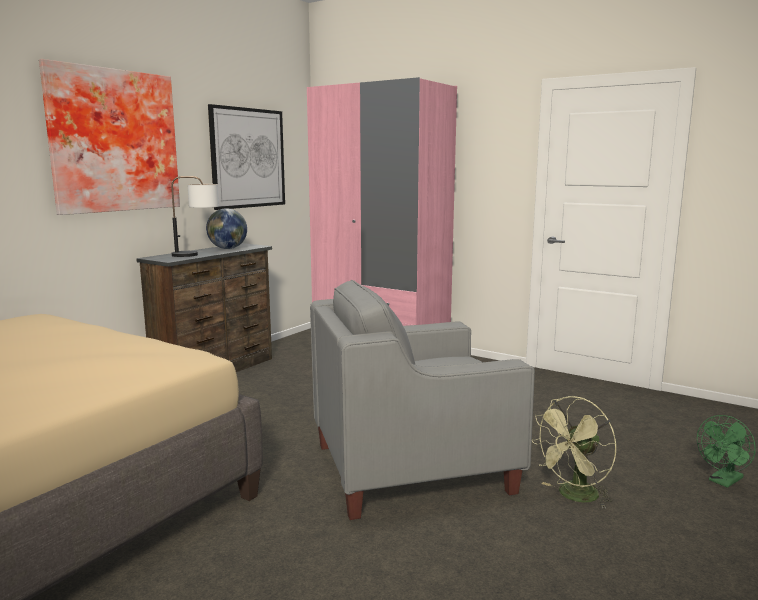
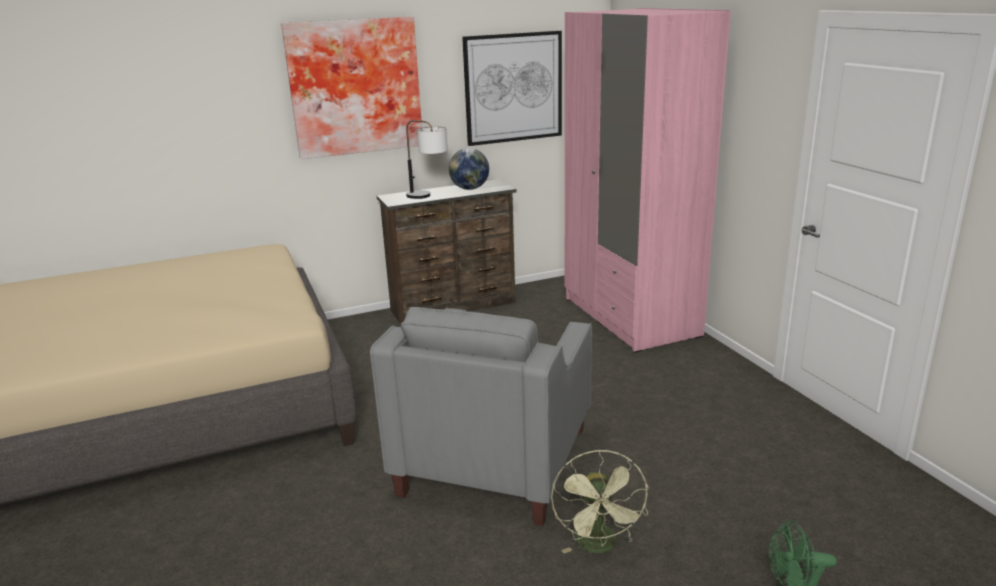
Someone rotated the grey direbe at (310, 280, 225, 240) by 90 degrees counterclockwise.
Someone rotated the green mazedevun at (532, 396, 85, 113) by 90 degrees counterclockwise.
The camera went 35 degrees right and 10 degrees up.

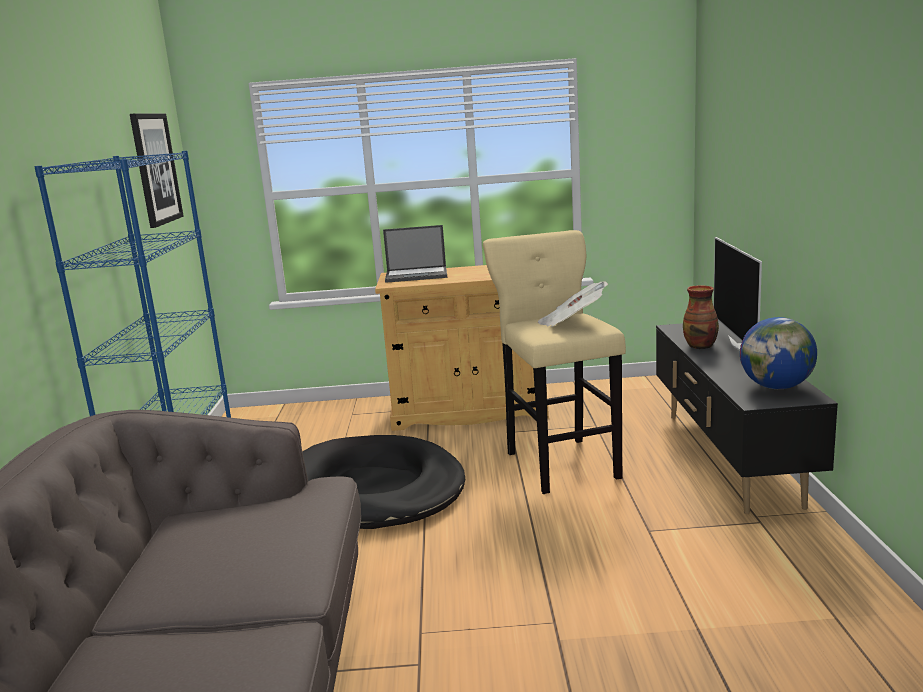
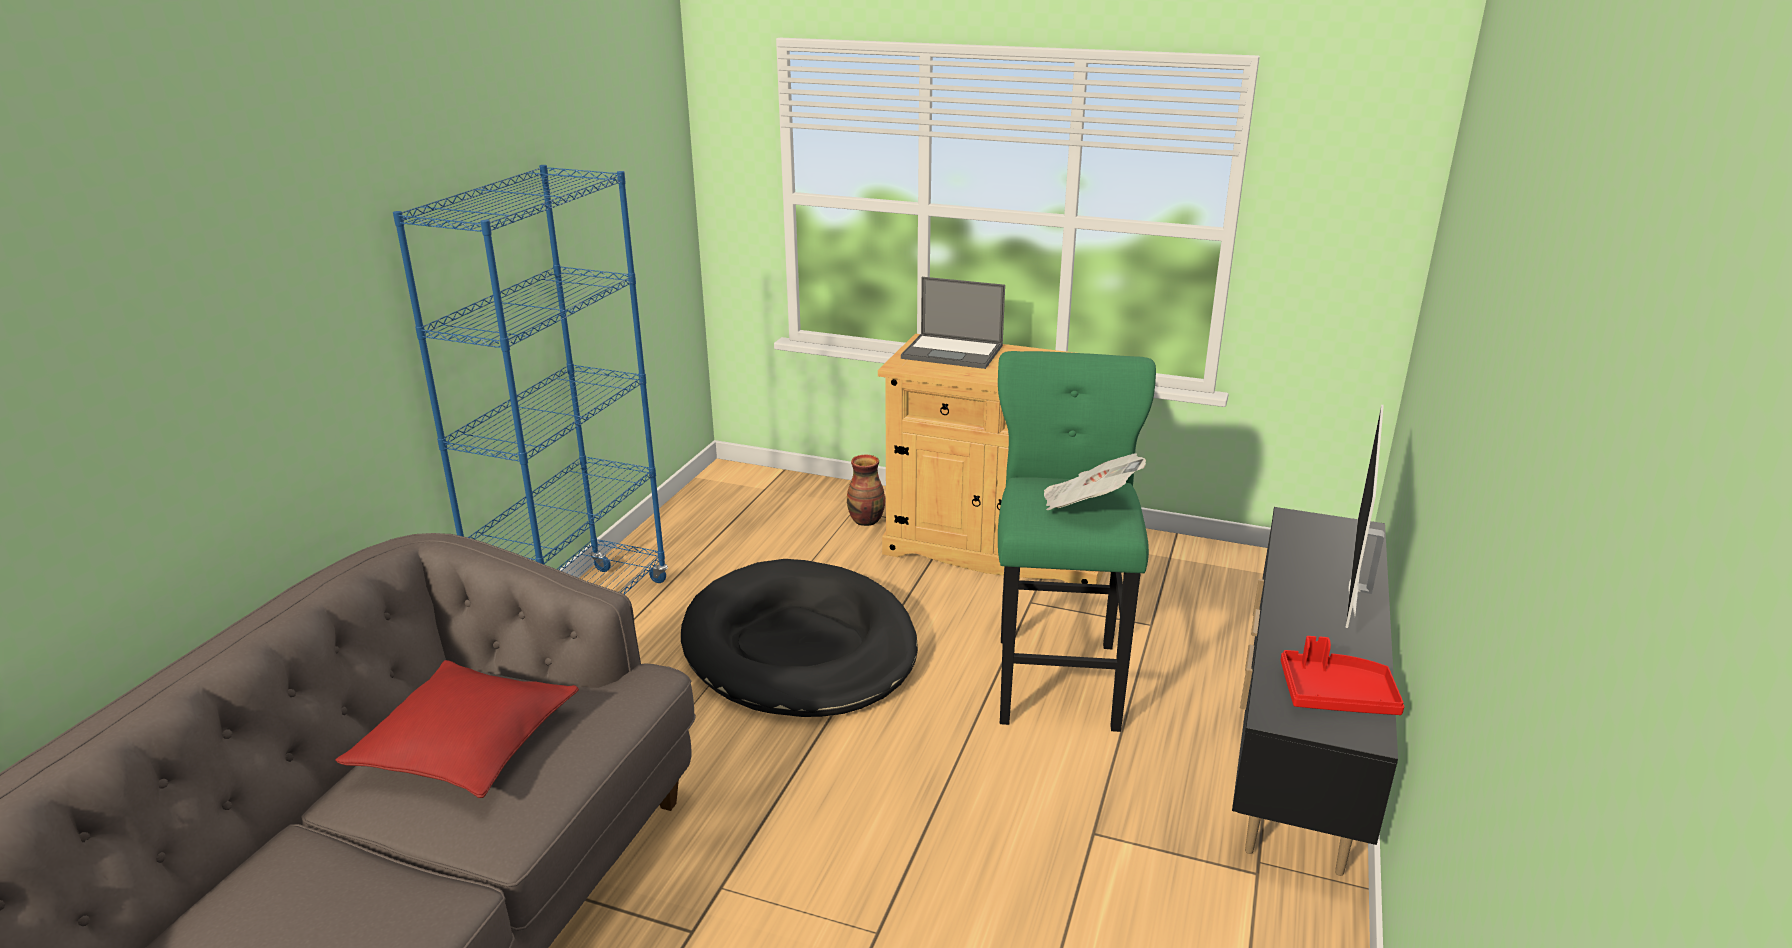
Someone put down the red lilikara at (335, 660, 244, 138).
Someone carried the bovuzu from (683, 285, 36, 64) to (847, 454, 38, 72).
Someone repainted the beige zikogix at (483, 230, 143, 264), which became the green zikogix at (998, 351, 158, 381).
Someone swapped the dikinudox at (740, 317, 77, 72) for the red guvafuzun at (1281, 636, 124, 79).
Someone took away the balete at (130, 113, 54, 115).
The camera went 20 degrees right and 10 degrees up.

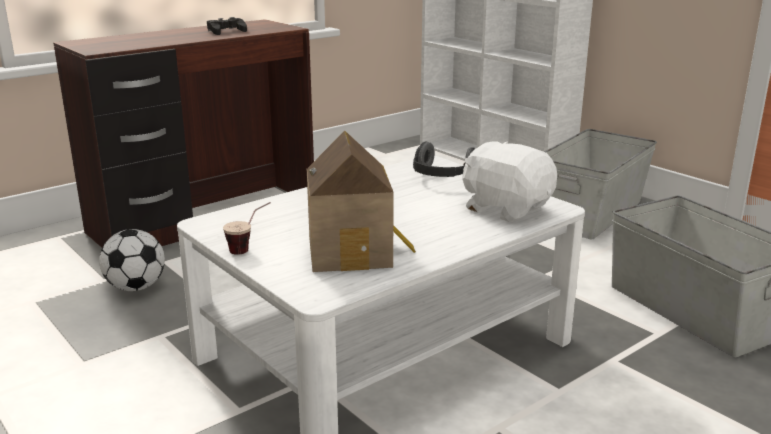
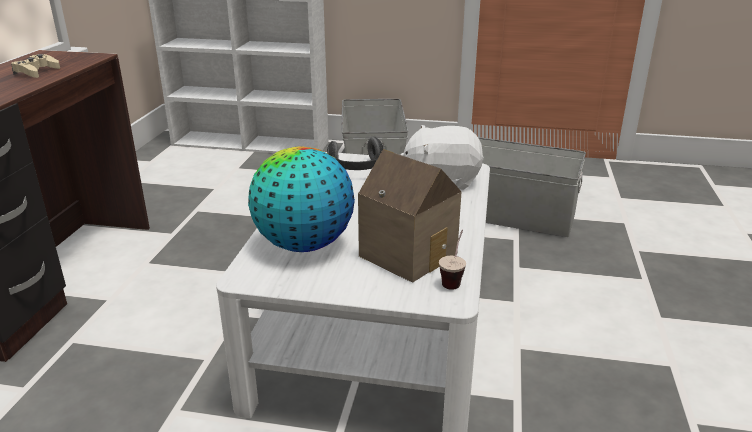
Someone repainted the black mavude at (207, 17, 40, 18), which became the beige mavude at (11, 54, 49, 24).
Someone put down the dikinudox at (248, 146, 107, 106).
Someone carried the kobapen from (223, 202, 48, 53) to (439, 230, 27, 60).
Someone took away the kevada at (99, 229, 66, 62).
The camera went 40 degrees left and 5 degrees up.

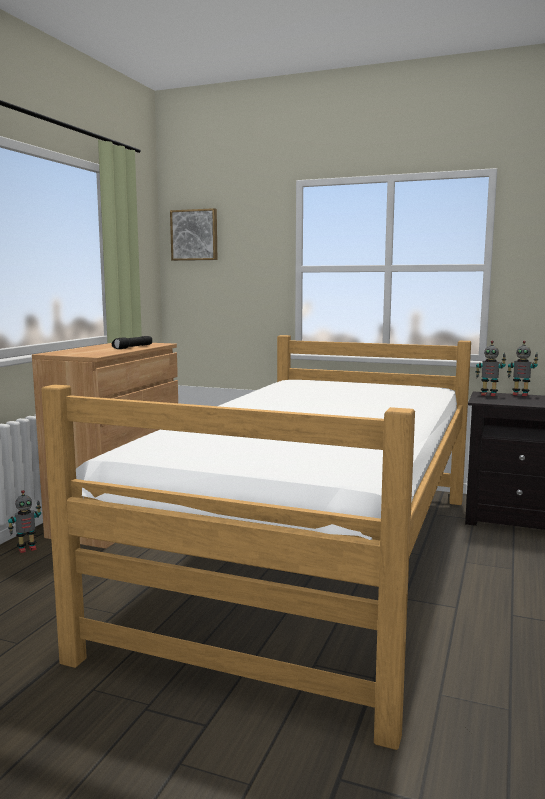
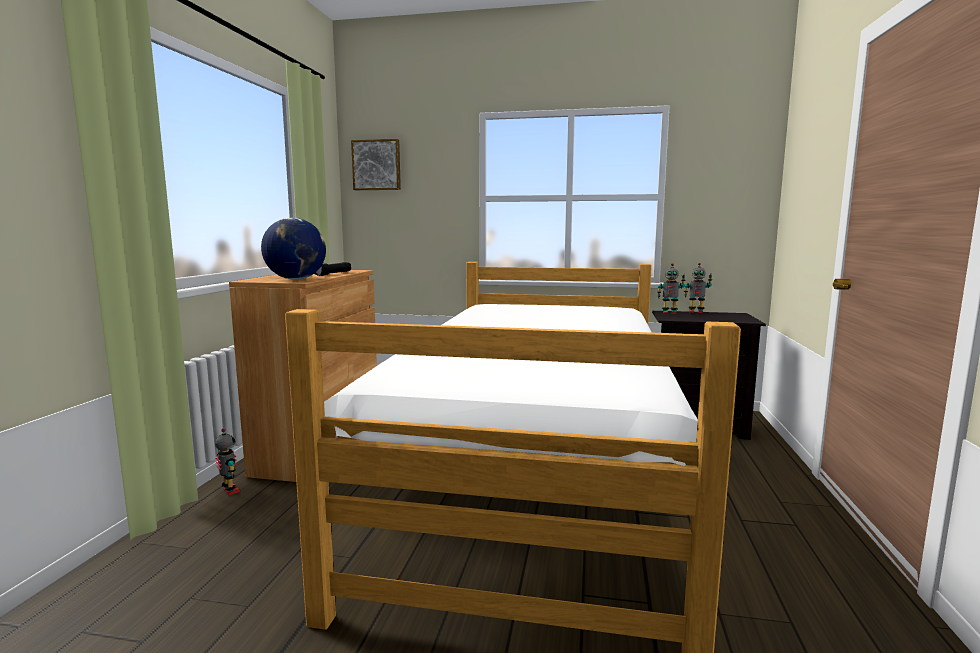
Someone rotated the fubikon at (8, 490, 33, 63) by 90 degrees counterclockwise.
Someone put down the dikinudox at (261, 218, 65, 62).
The camera went 10 degrees left and 0 degrees up.

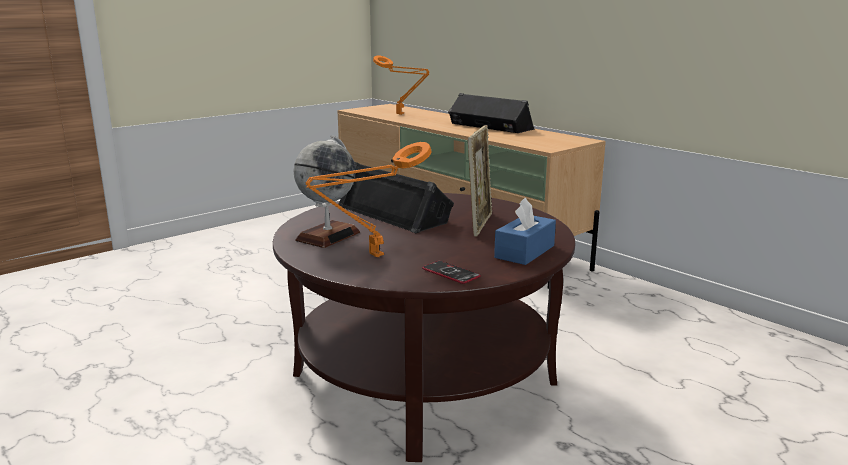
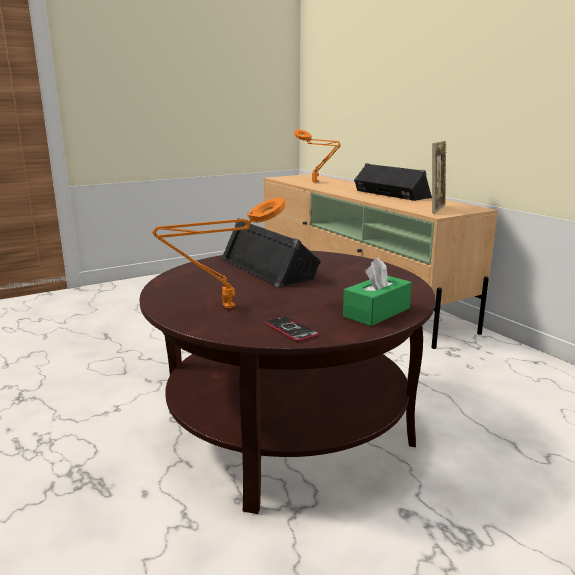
Someone repainted the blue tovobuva at (494, 197, 62, 68), which became the green tovobuva at (343, 257, 69, 69).
Someone carried the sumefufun from (468, 125, 25, 112) to (432, 141, 14, 73).
Someone took away the dikinudox at (294, 135, 66, 113).
The camera went 10 degrees right and 0 degrees up.

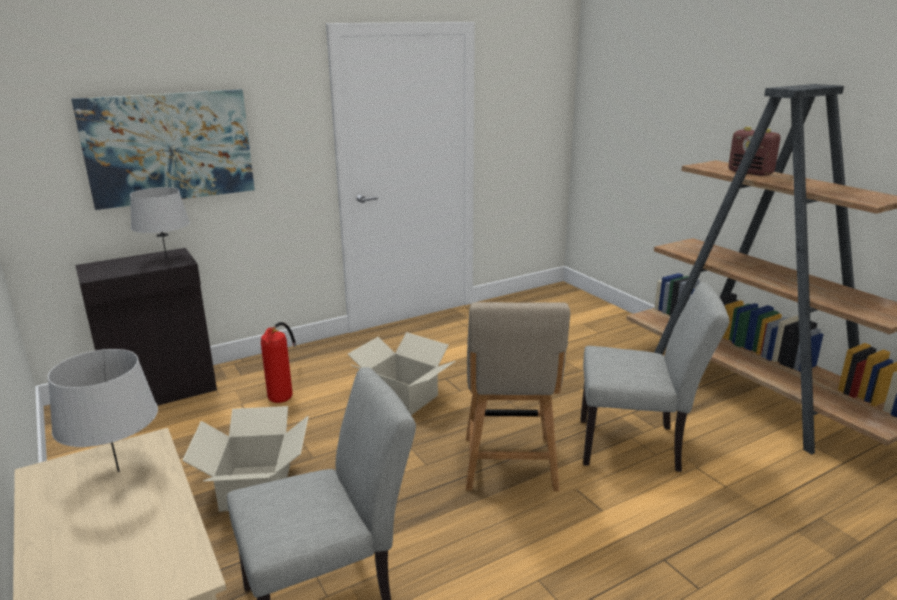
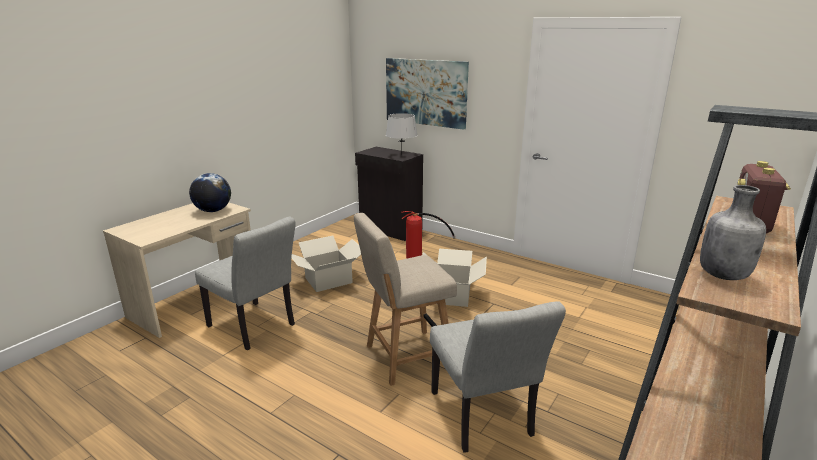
Someone swapped the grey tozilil at (48, 349, 110, 123) for the dikinudox at (189, 173, 42, 39).
Someone put down the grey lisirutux at (700, 185, 66, 95).
The camera went 65 degrees right and 0 degrees up.

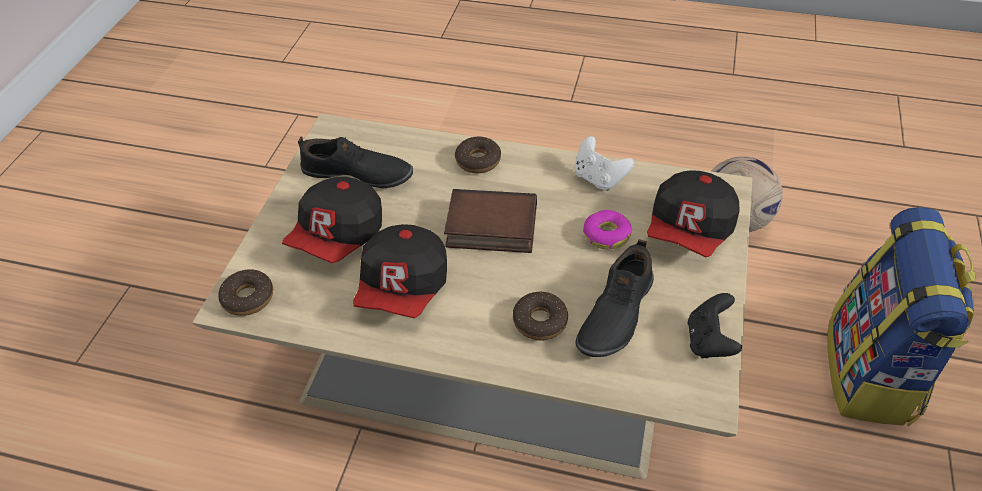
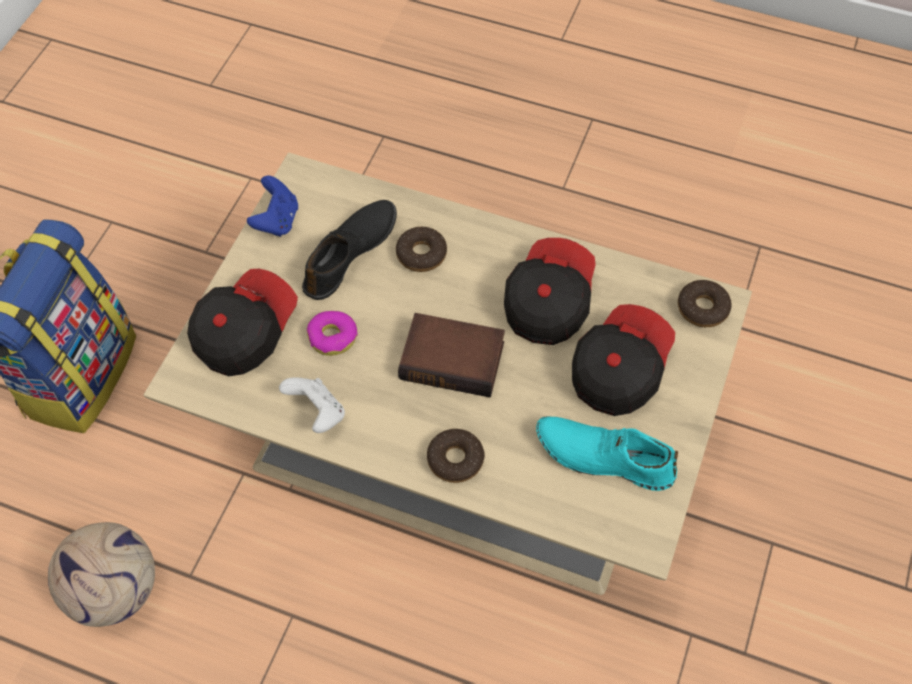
Someone repainted the black mavude at (688, 293, 54, 65), which became the blue mavude at (247, 176, 51, 61).
Someone repainted the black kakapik at (298, 137, 115, 51), which became the turquoise kakapik at (536, 416, 142, 75).
The camera went 175 degrees left and 10 degrees up.

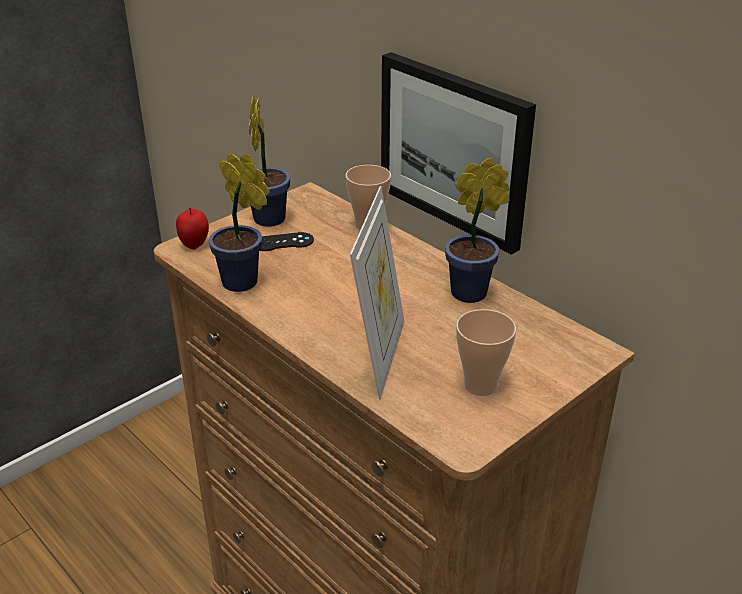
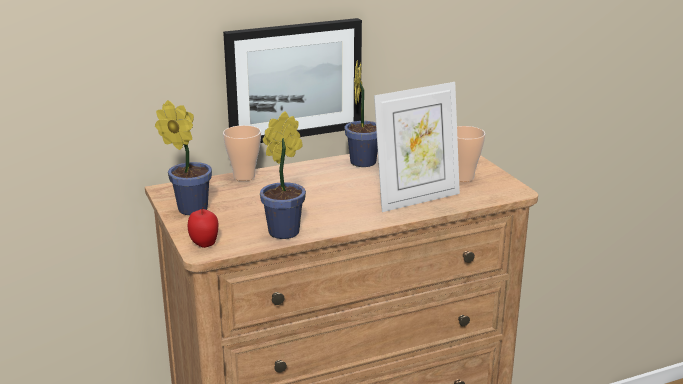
Someone rotated the sumefufun at (350, 186, 55, 213) by 120 degrees clockwise.
Someone took away the black mavude at (260, 232, 54, 19).
The camera went 70 degrees left and 10 degrees down.

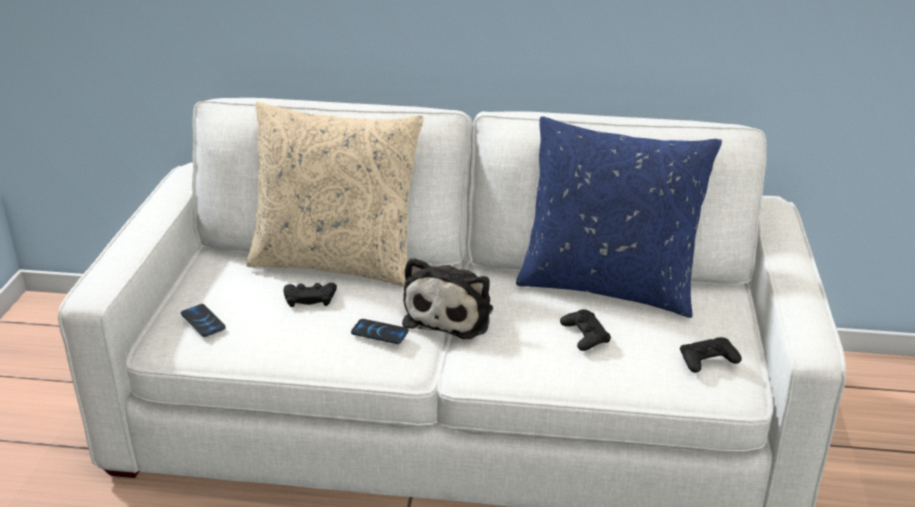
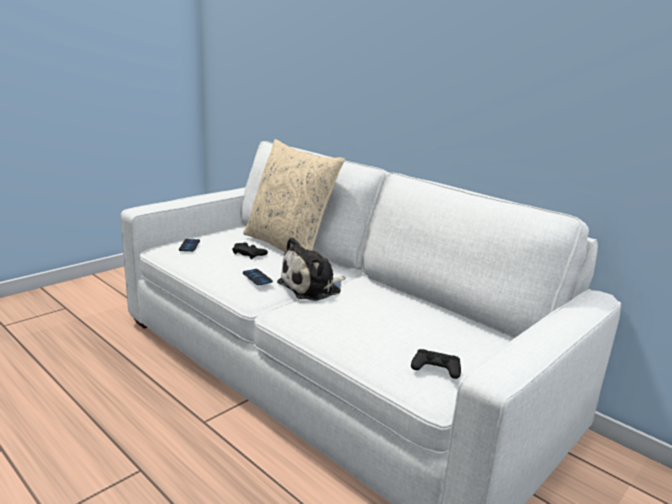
Someone took away the blue lilikara at (516, 117, 206, 201).
Someone took away the black mavude at (560, 309, 51, 42).
The camera went 35 degrees right and 10 degrees down.

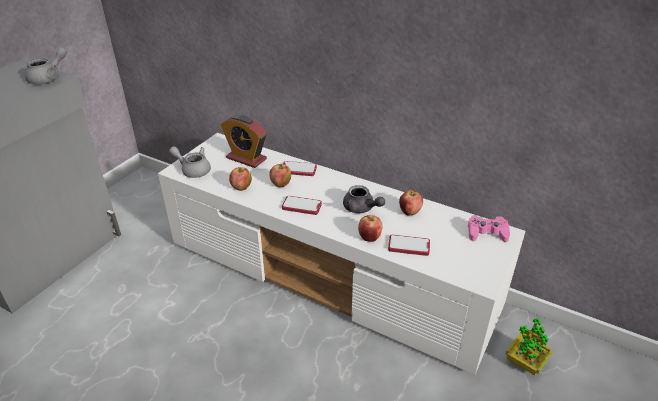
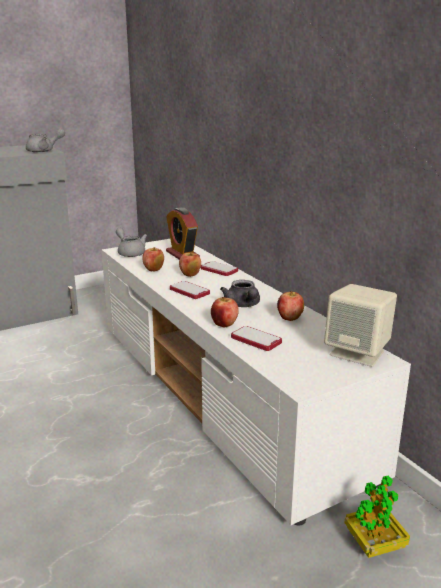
Someone swapped the pink mavude at (468, 215, 42, 27) for the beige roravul at (324, 284, 73, 83).
The camera went 30 degrees right and 15 degrees down.

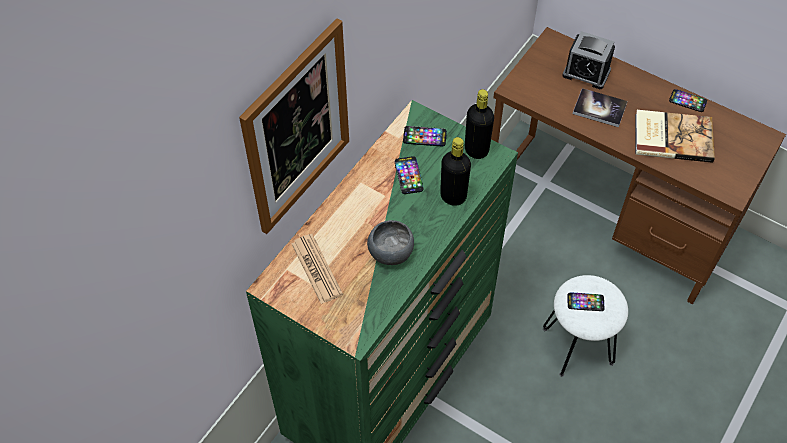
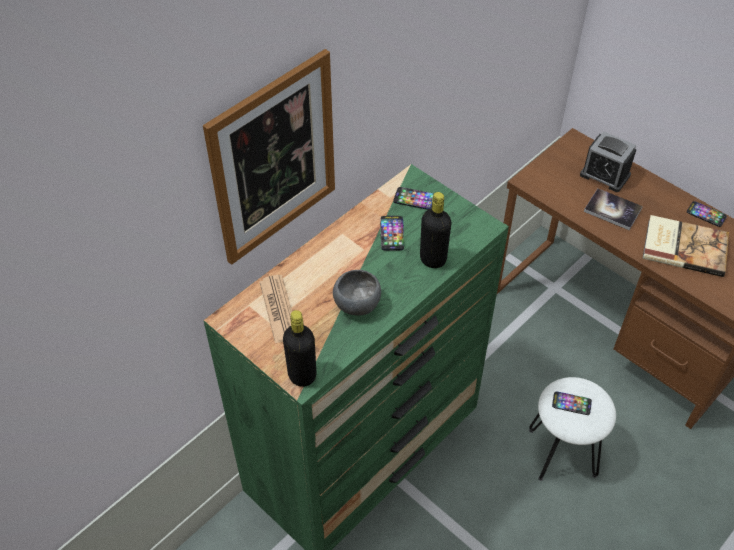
Someone carried the black lisirutux from (465, 89, 29, 70) to (283, 310, 33, 77).
The camera went 10 degrees right and 5 degrees down.

